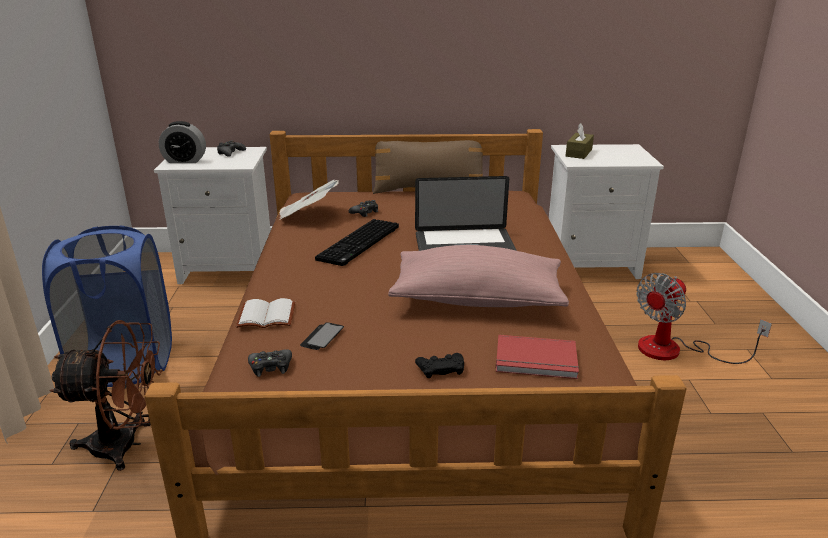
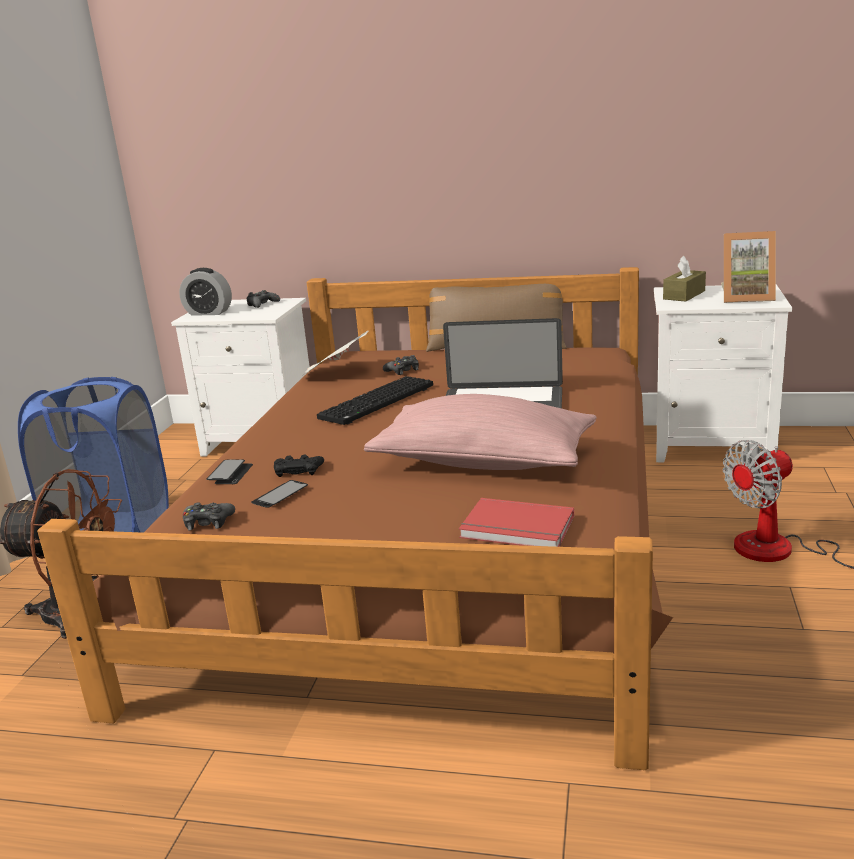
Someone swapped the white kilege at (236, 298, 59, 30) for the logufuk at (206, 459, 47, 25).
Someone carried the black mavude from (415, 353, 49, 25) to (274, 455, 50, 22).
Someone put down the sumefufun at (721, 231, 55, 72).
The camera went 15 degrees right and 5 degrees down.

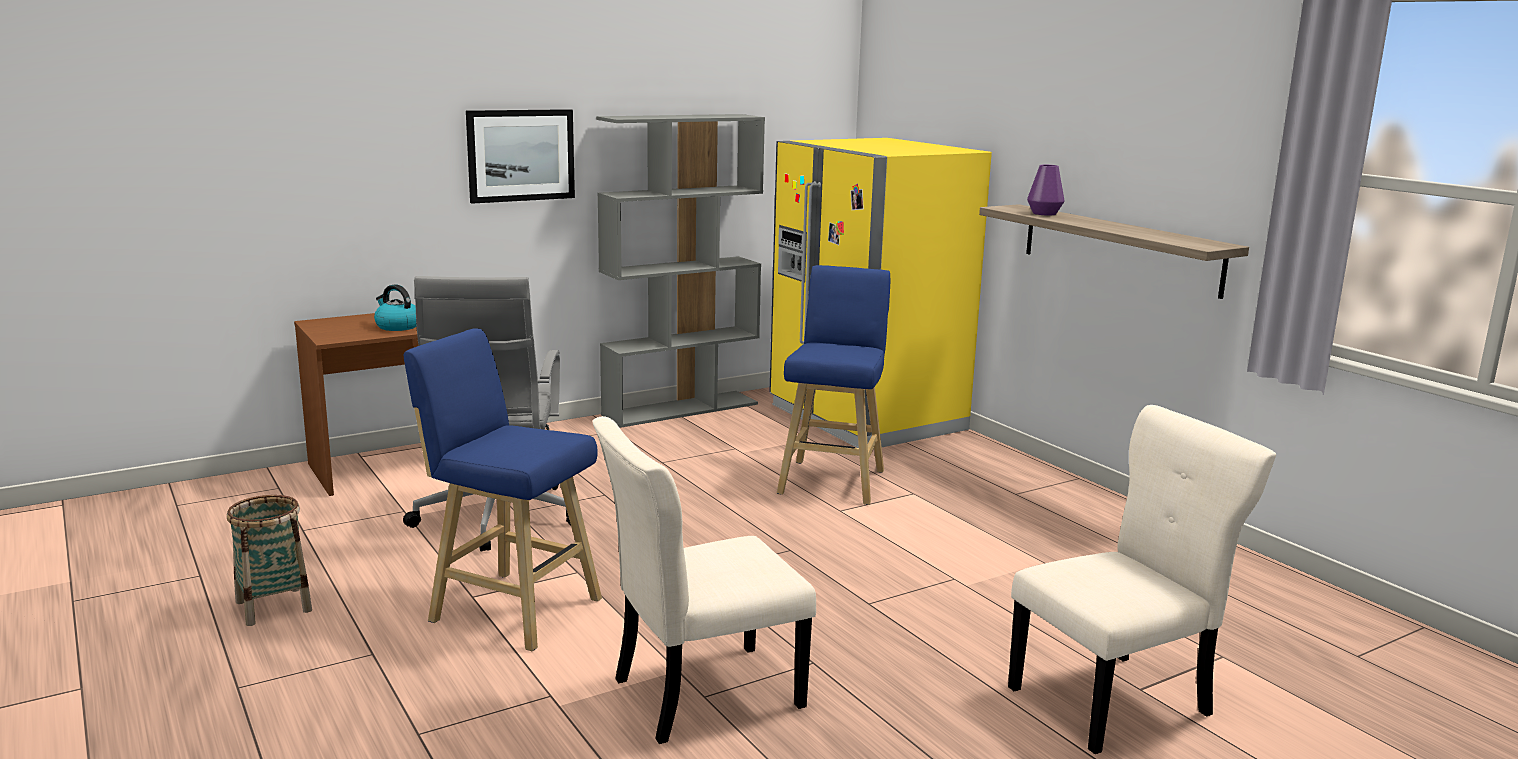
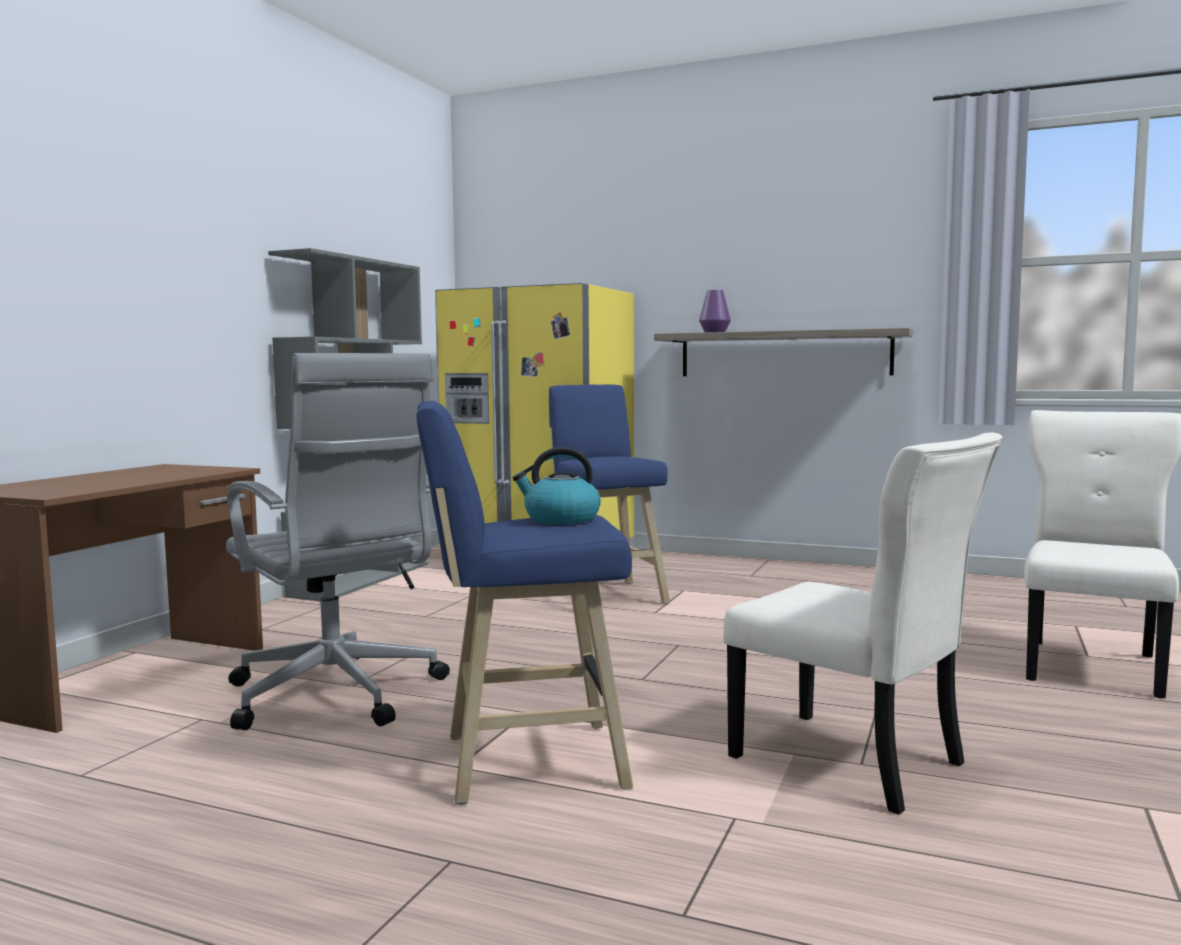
Someone carried the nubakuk from (374, 284, 43, 47) to (513, 447, 88, 77).
Someone rotated the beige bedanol at (592, 416, 224, 328) by 75 degrees counterclockwise.
Someone took away the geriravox at (227, 495, 85, 131).
Someone took away the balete at (466, 109, 109, 95).
The camera went 35 degrees left and 10 degrees down.

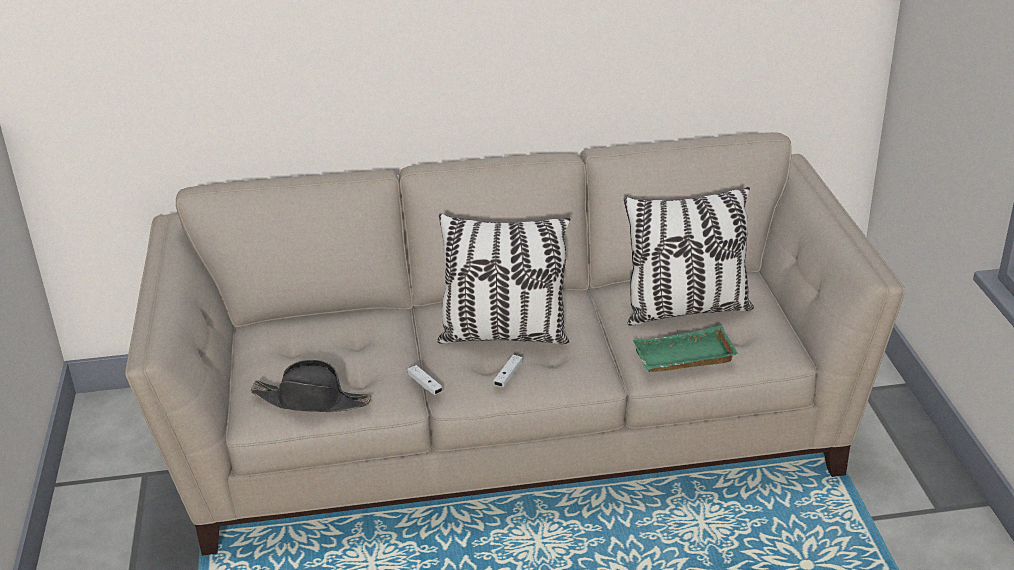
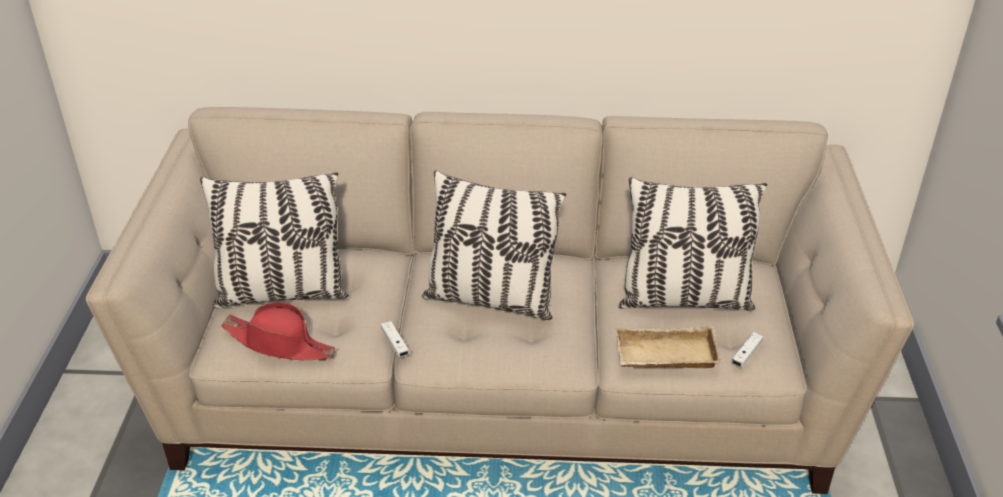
Someone put down the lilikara at (200, 172, 149, 136).
Someone repainted the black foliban at (250, 360, 121, 52), which became the red foliban at (221, 302, 114, 58).
Someone repainted the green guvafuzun at (633, 325, 105, 47), which became the beige guvafuzun at (616, 325, 106, 43).
Someone carried the white mavude from (493, 355, 30, 32) to (732, 332, 31, 35).
The camera went 10 degrees right and 5 degrees up.

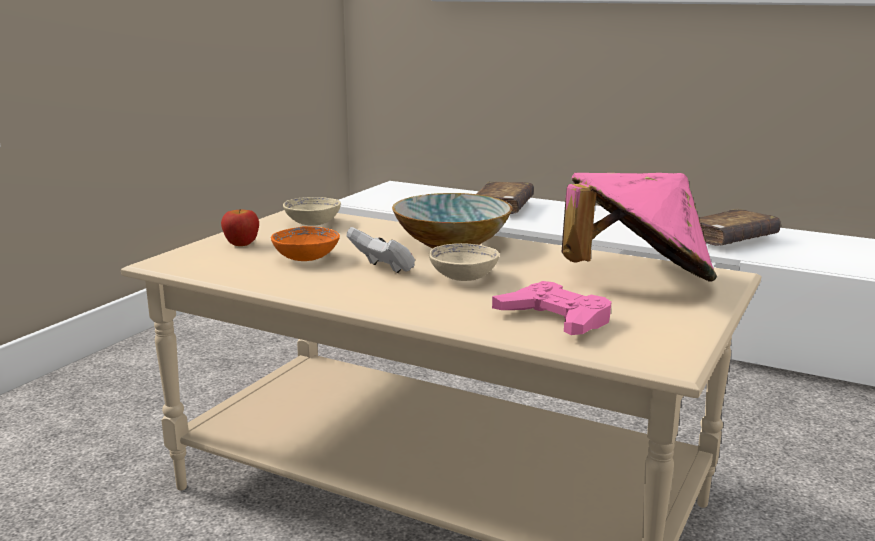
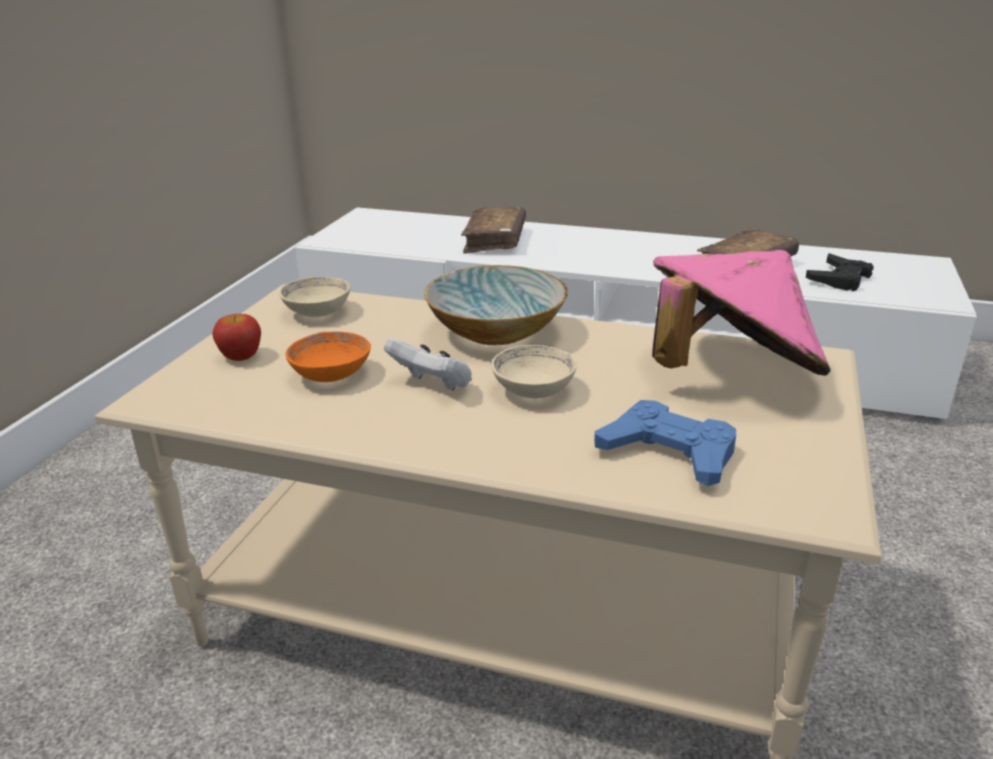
Someone repainted the pink mavude at (492, 281, 119, 54), which became the blue mavude at (594, 400, 142, 86).
Someone put down the black mavude at (806, 253, 68, 38).
The camera went 10 degrees left and 10 degrees up.

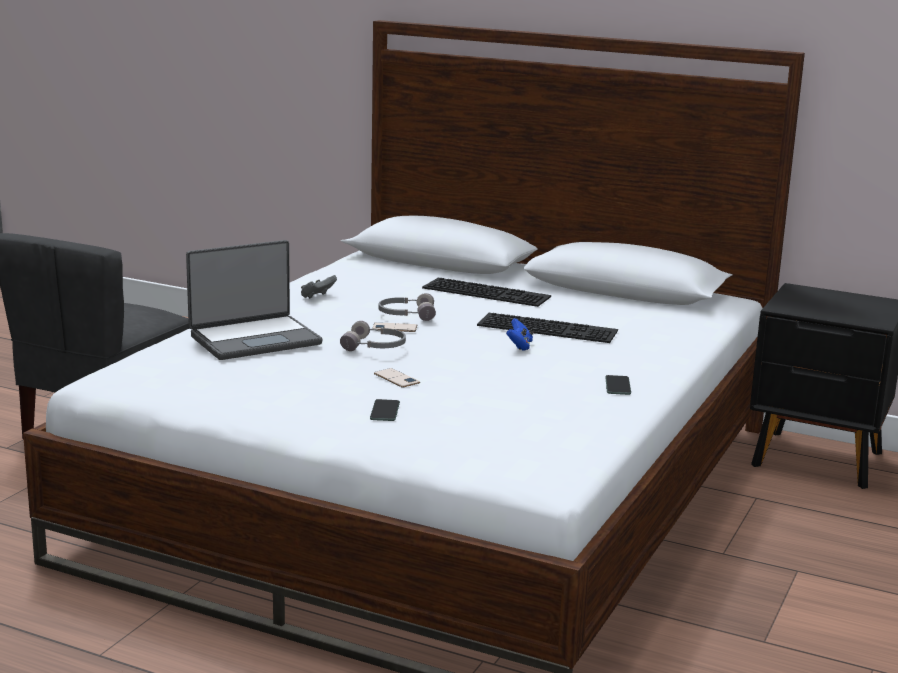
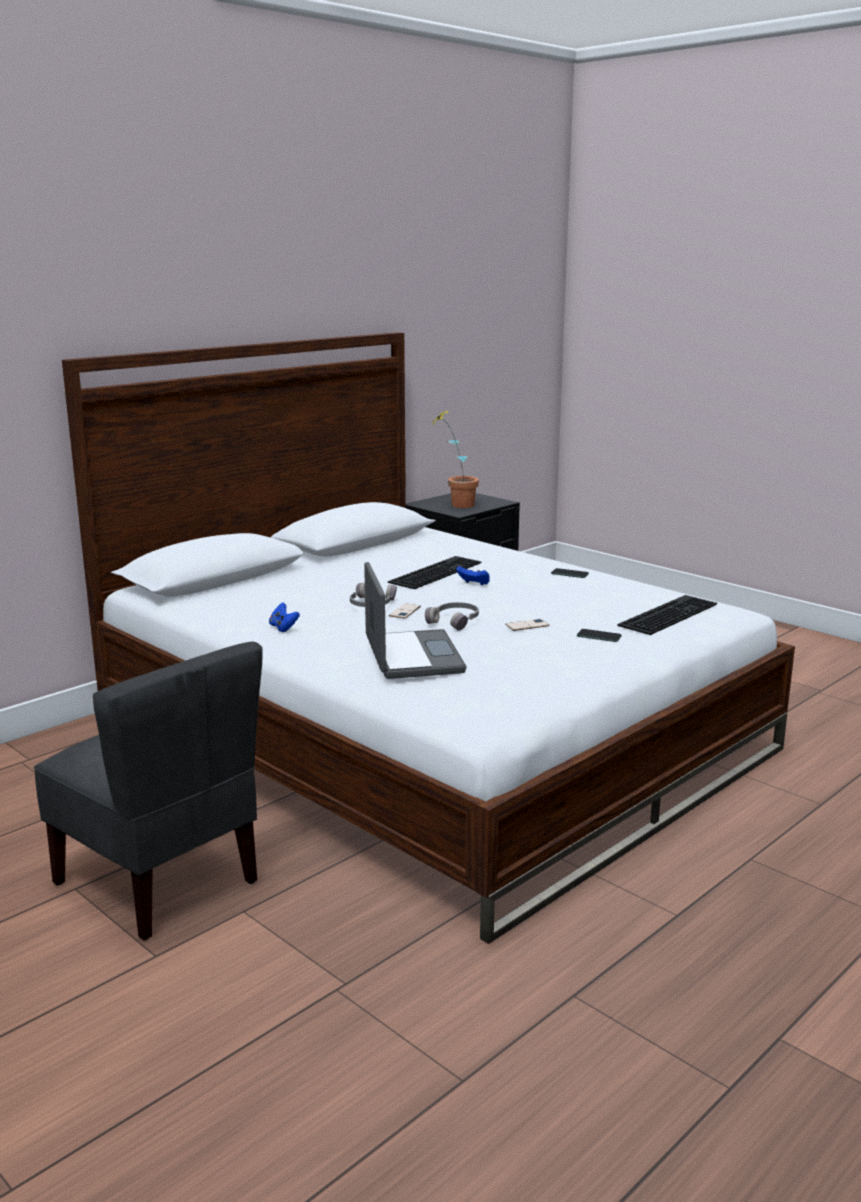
Someone repainted the grey mavude at (301, 275, 36, 24), which became the blue mavude at (269, 602, 31, 30).
Someone put down the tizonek at (431, 408, 48, 100).
Someone carried the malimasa from (422, 278, 129, 29) to (617, 595, 100, 40).
The camera went 70 degrees left and 0 degrees up.

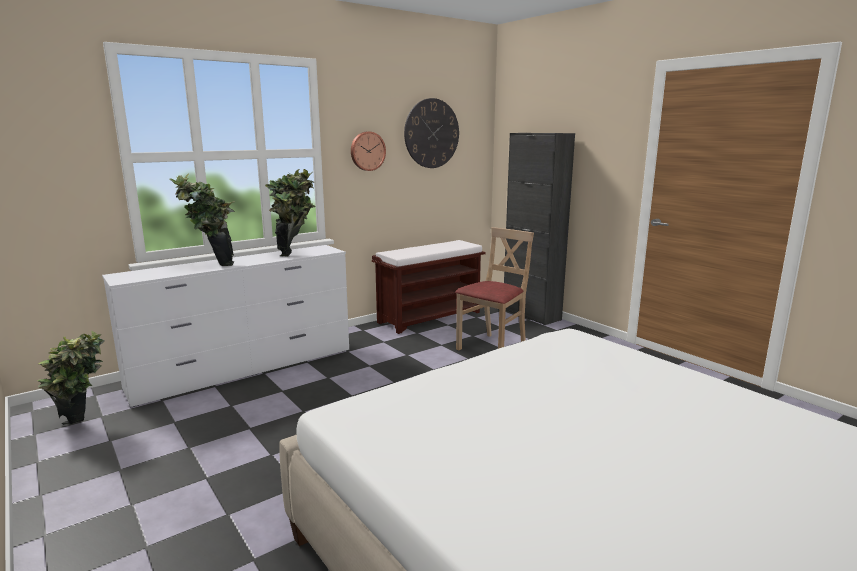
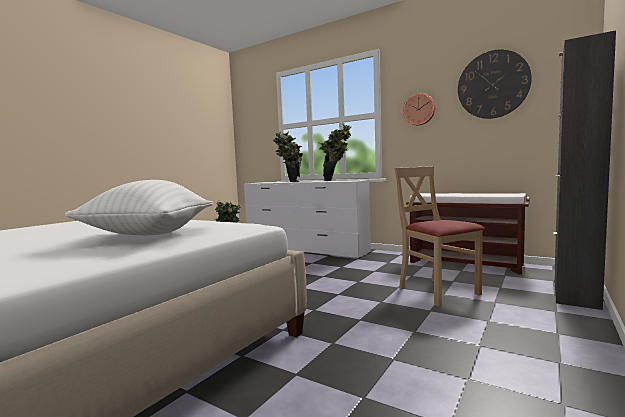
Someone put down the white lilikara at (65, 180, 148, 55).
Someone rotated the beige bedanol at (455, 227, 79, 123) by 135 degrees counterclockwise.
The camera went 70 degrees right and 10 degrees down.

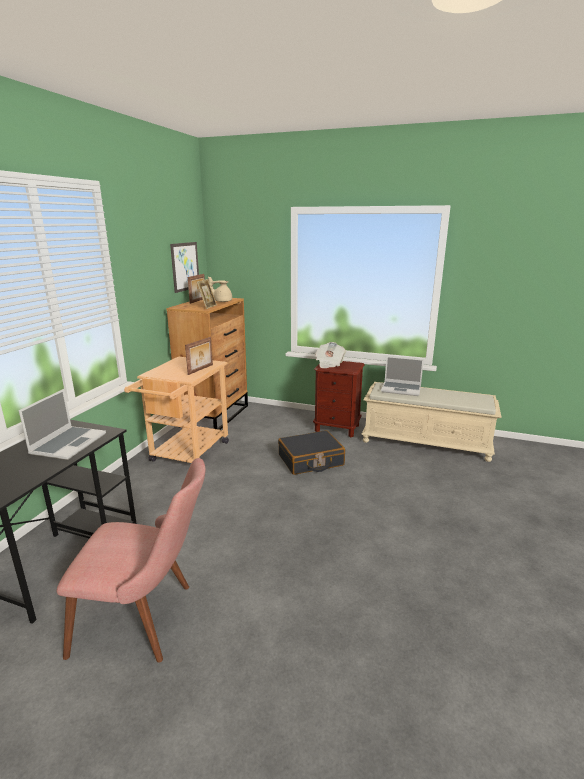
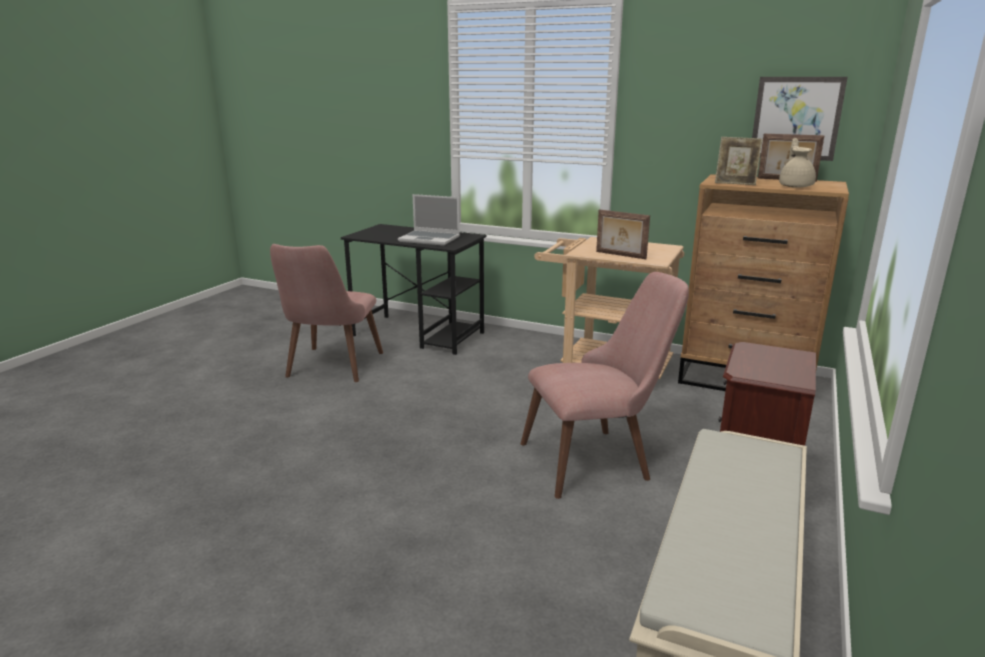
Someone swapped the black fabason at (278, 430, 67, 45) for the pink bedanol at (521, 272, 168, 227).
Someone took away the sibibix at (315, 342, 31, 26).
Someone took away the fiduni at (381, 356, 43, 40).
The camera went 95 degrees right and 0 degrees up.

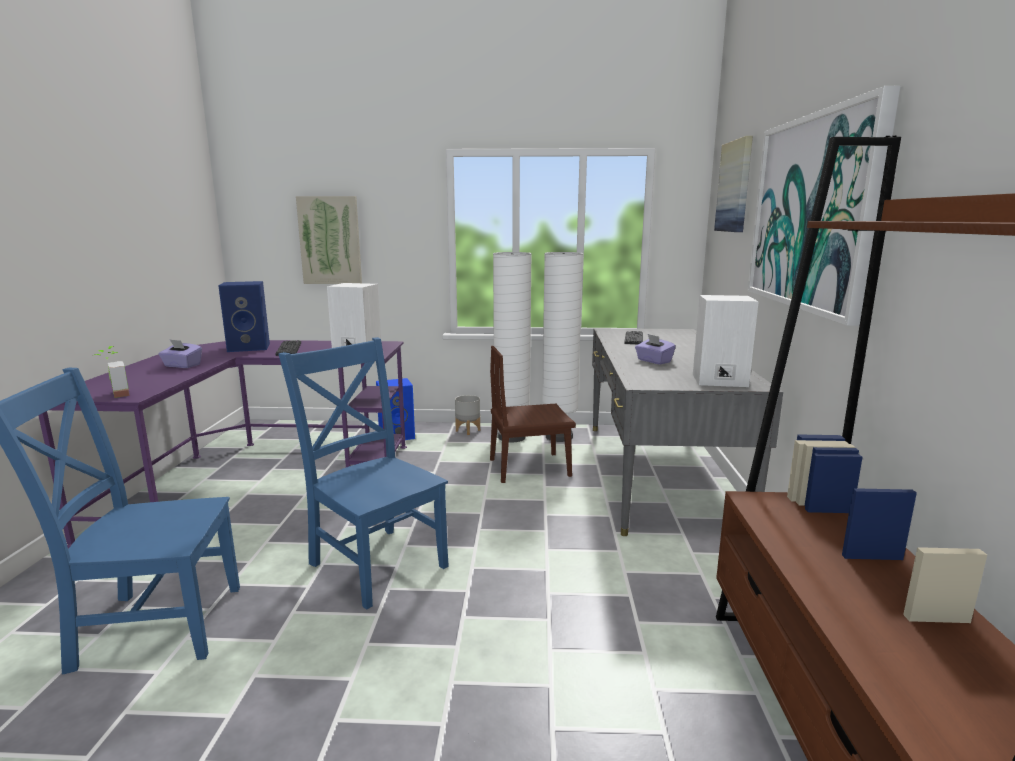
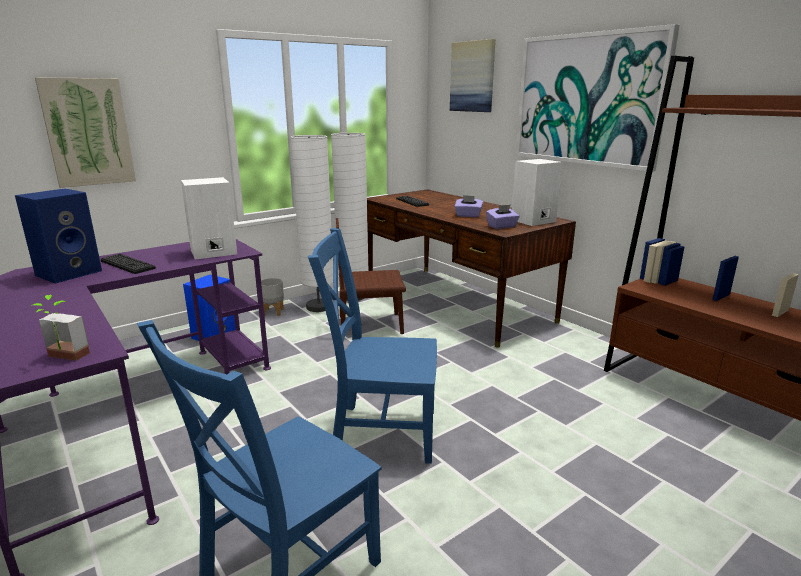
Someone rotated the brown bedanol at (490, 346, 86, 137) by 45 degrees clockwise.
Someone repainted the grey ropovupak at (592, 328, 191, 208), which became the brown ropovupak at (367, 189, 209, 159).
Someone carried the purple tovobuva from (159, 339, 43, 29) to (486, 205, 34, 24).
The camera went 40 degrees left and 5 degrees up.

